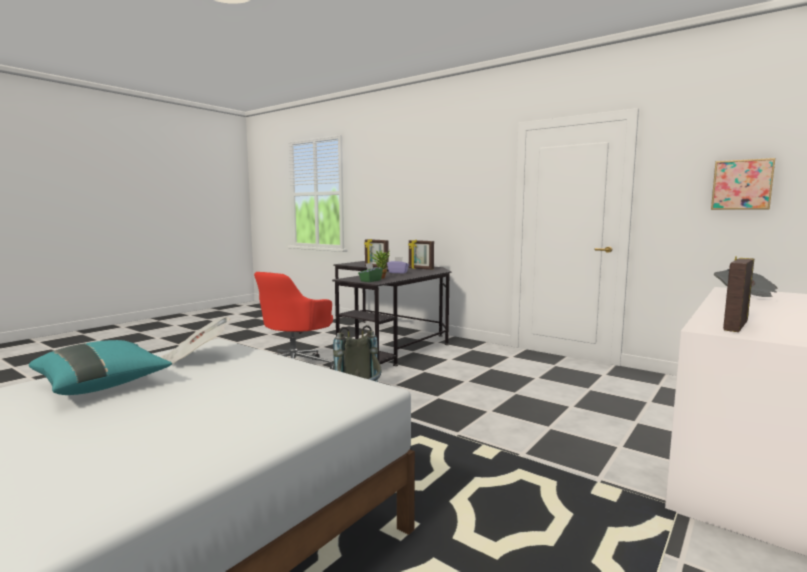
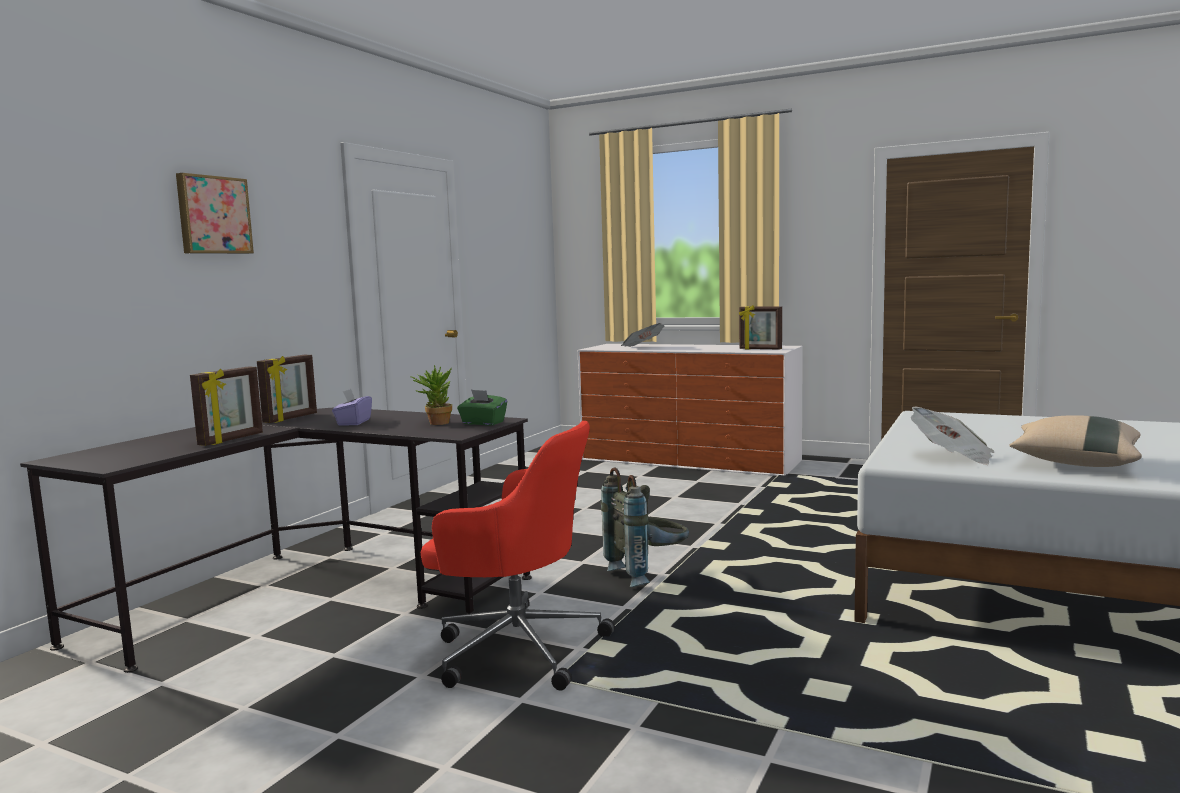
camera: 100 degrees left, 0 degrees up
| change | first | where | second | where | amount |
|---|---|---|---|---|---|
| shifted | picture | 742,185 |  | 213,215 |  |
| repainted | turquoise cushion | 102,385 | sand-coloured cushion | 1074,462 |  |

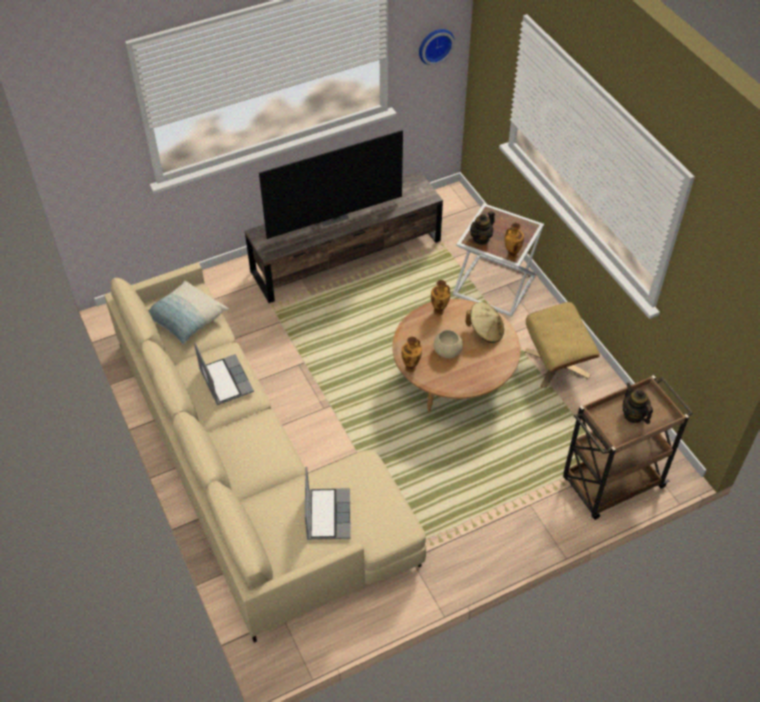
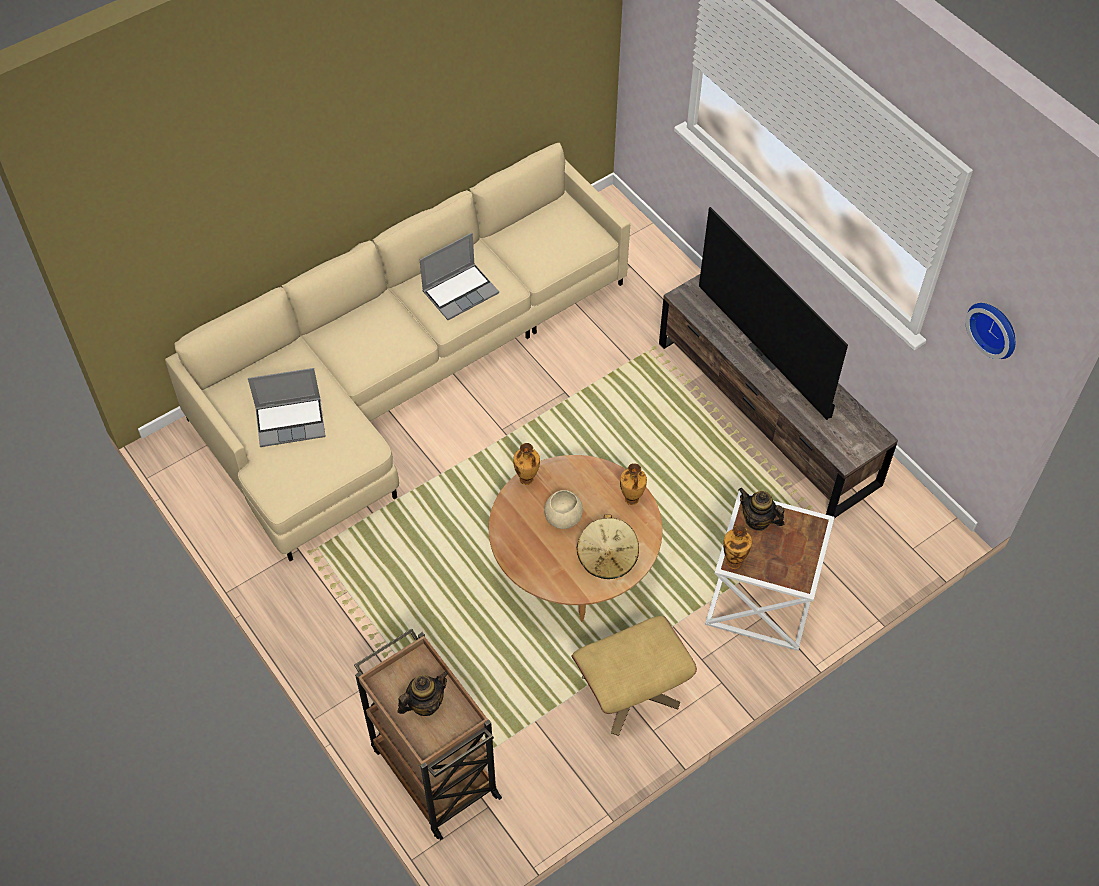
camera: 80 degrees right, 5 degrees up
| change | first | where | second | where | amount |
|---|---|---|---|---|---|
| gone | cushion | 186,319 |  |  |  |

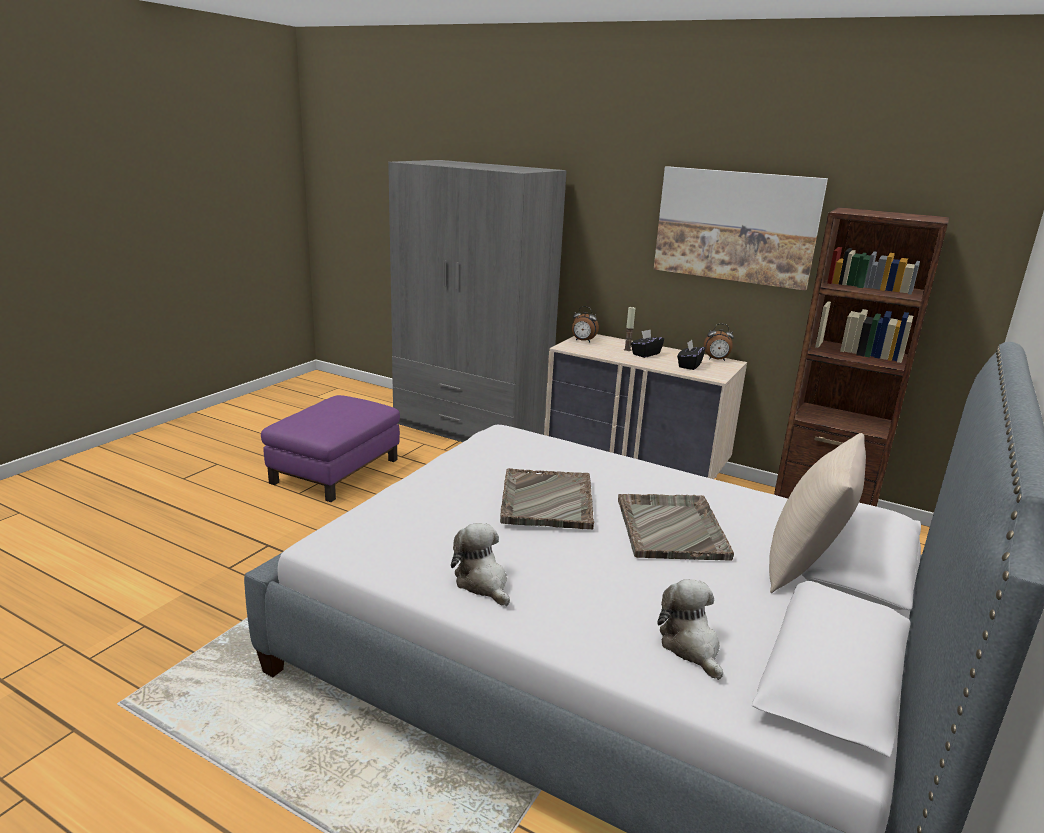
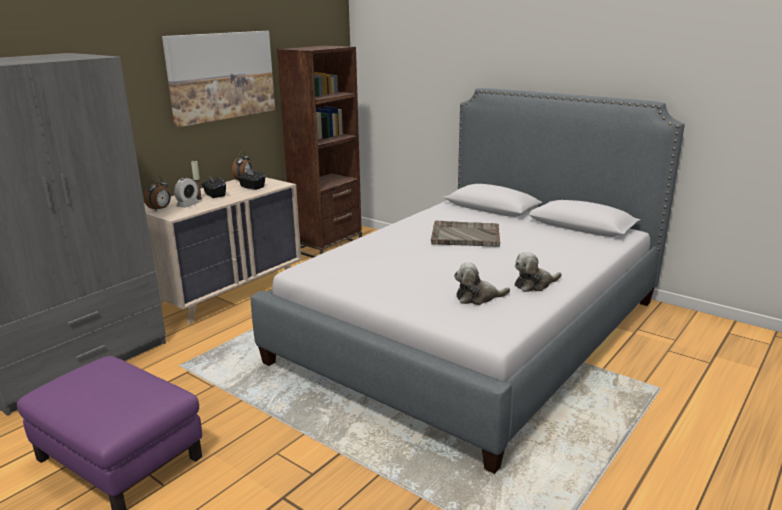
camera: 80 degrees left, 0 degrees up
| change | first | where | second | where | amount |
|---|---|---|---|---|---|
| gone | sand-coloured cushion | 805,565 |  |  |  |
| gone | greyish serving tray | 546,501 |  |  |  |
| shifted | soft toy | 691,646 |  | 477,297 |  |
| new |  |  | bedside clock | 188,205 |  |

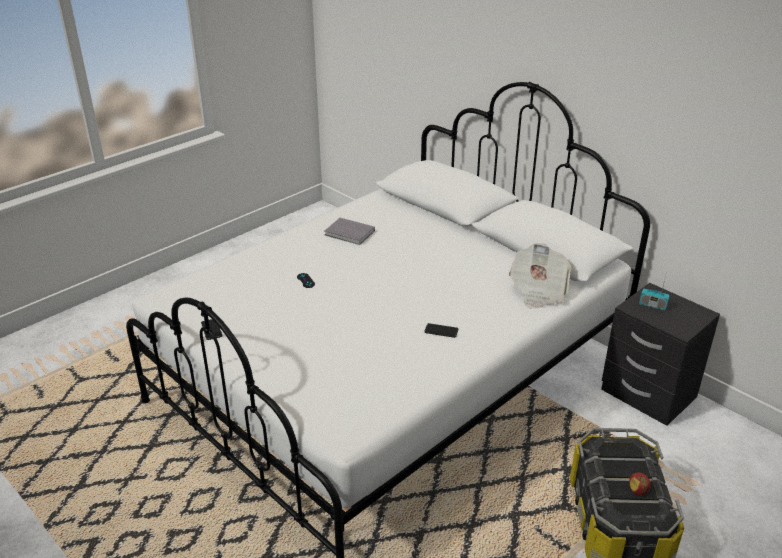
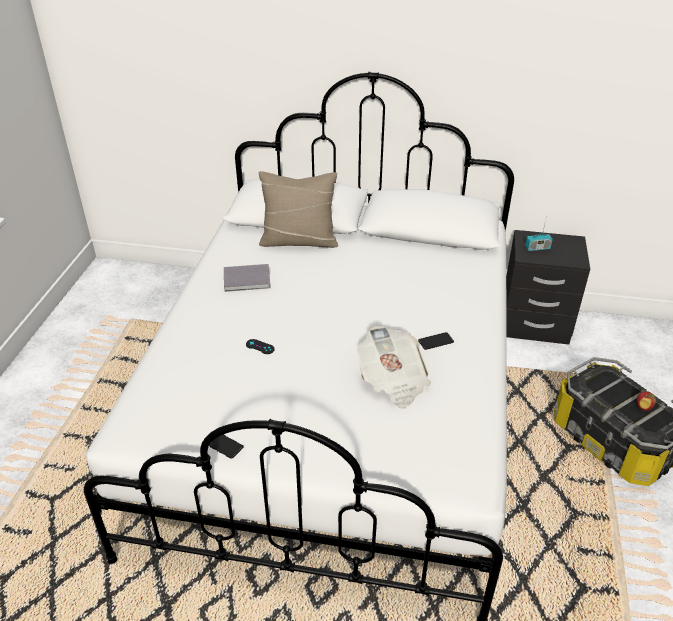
camera: 35 degrees left, 5 degrees up
| change | first | where | second | where | amount |
|---|---|---|---|---|---|
| shifted | daily paper | 538,291 |  | 393,381 |  |
| new |  |  | sand-coloured cushion | 299,241 |  |

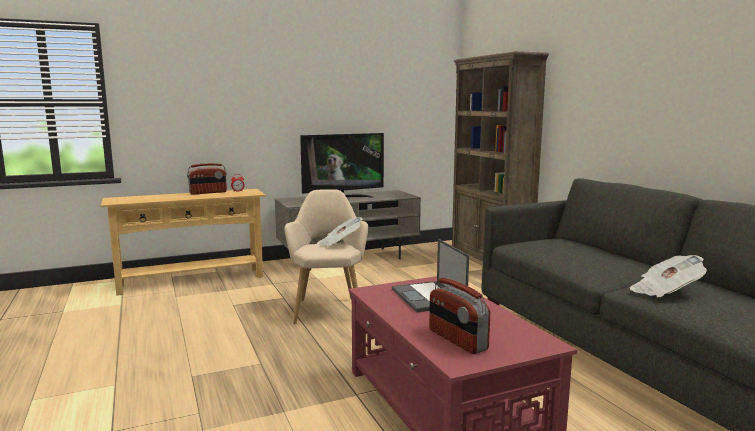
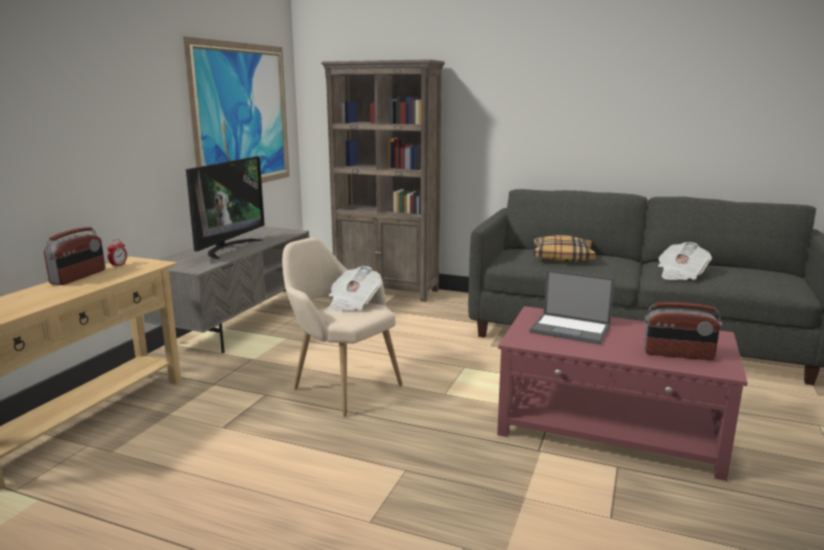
camera: 45 degrees left, 5 degrees up
| change | first | where | second | where | amount |
|---|---|---|---|---|---|
| new |  |  | picture | 243,116 |  |
| new |  |  | cushion | 562,257 |  |

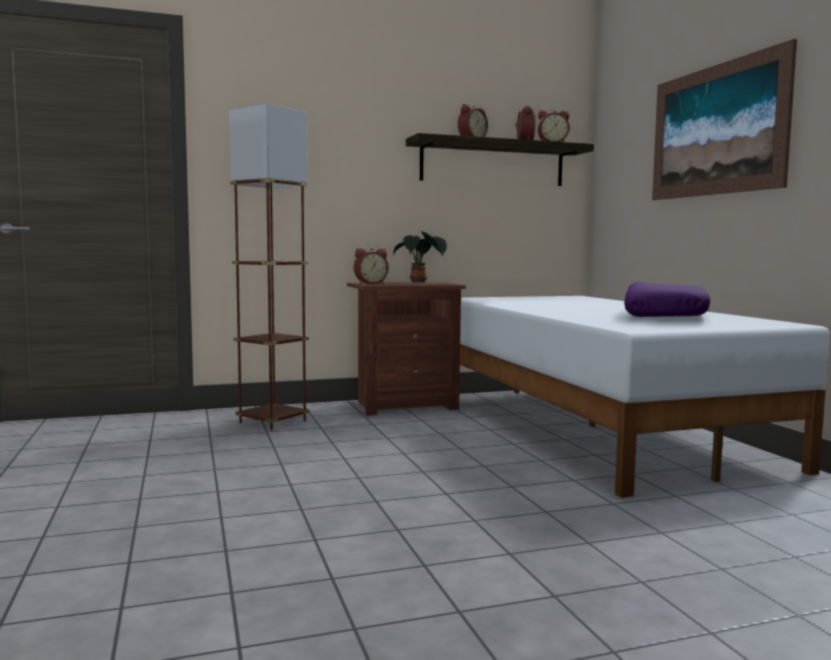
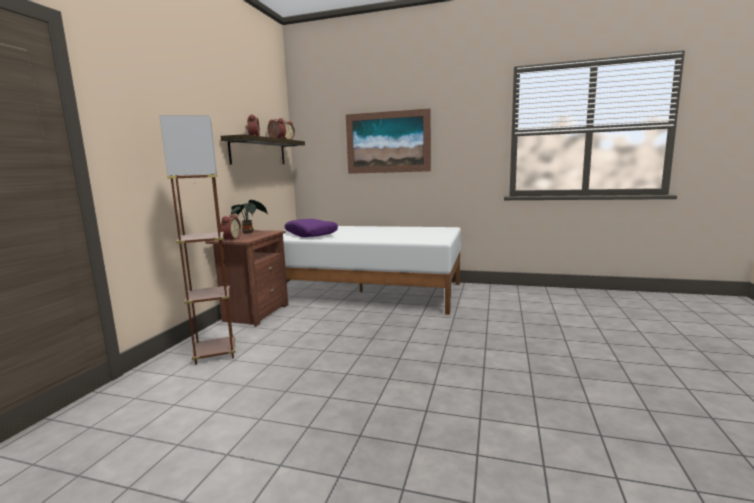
camera: 55 degrees left, 5 degrees up
| change | first | where | second | where | amount |
|---|---|---|---|---|---|
| shifted | purplish cushion | 667,316 |  | 311,234 |  |

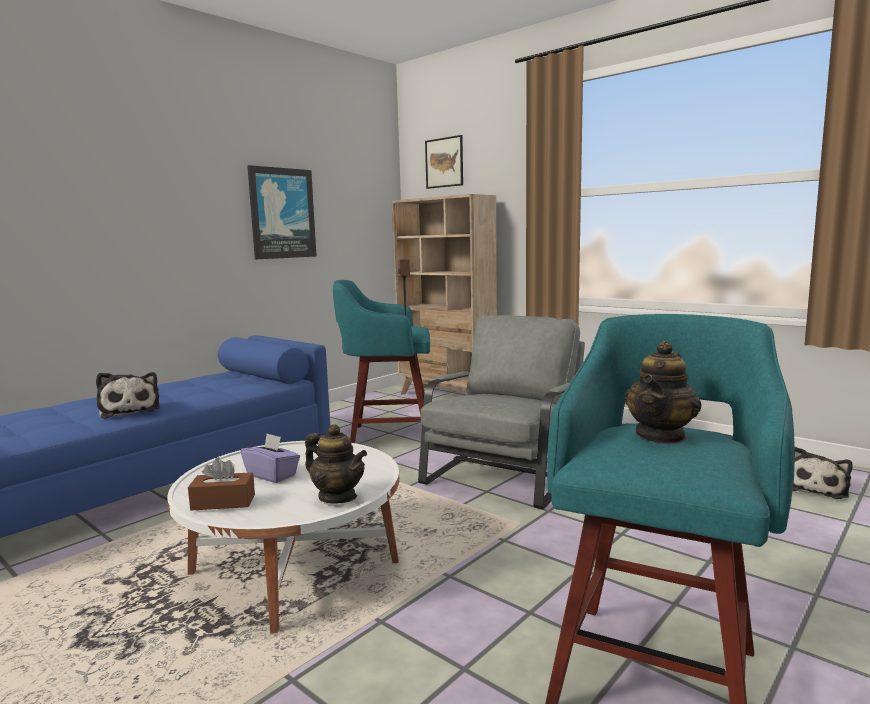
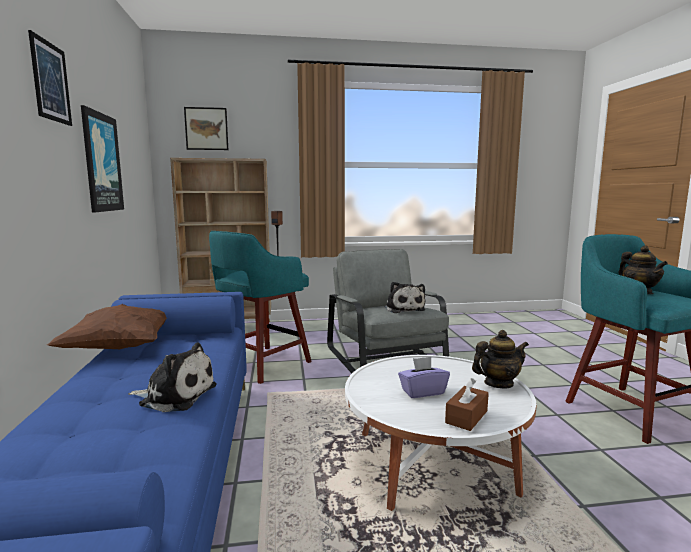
camera: 50 degrees left, 0 degrees up
| change | first | where | second | where | amount |
|---|---|---|---|---|---|
| shifted | soft toy | 817,488 |  | 404,309 |  |
| new |  |  | picture | 51,82 |  |
| new |  |  | brownish cushion | 120,348 |  |

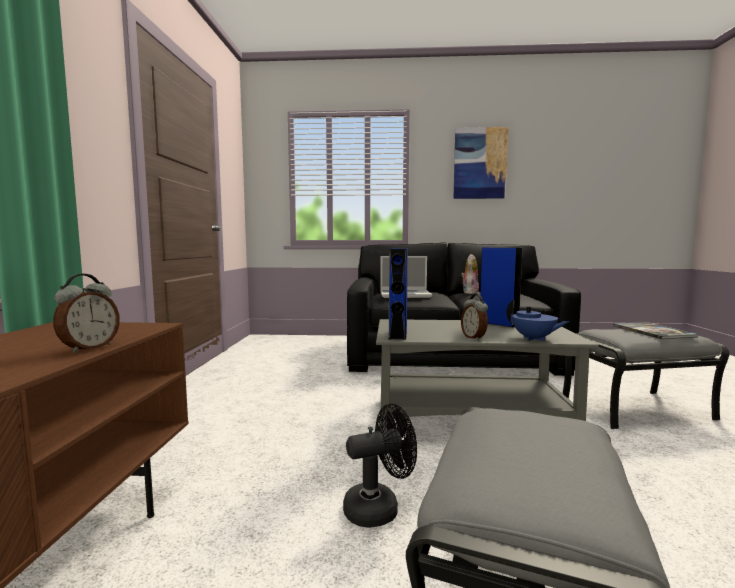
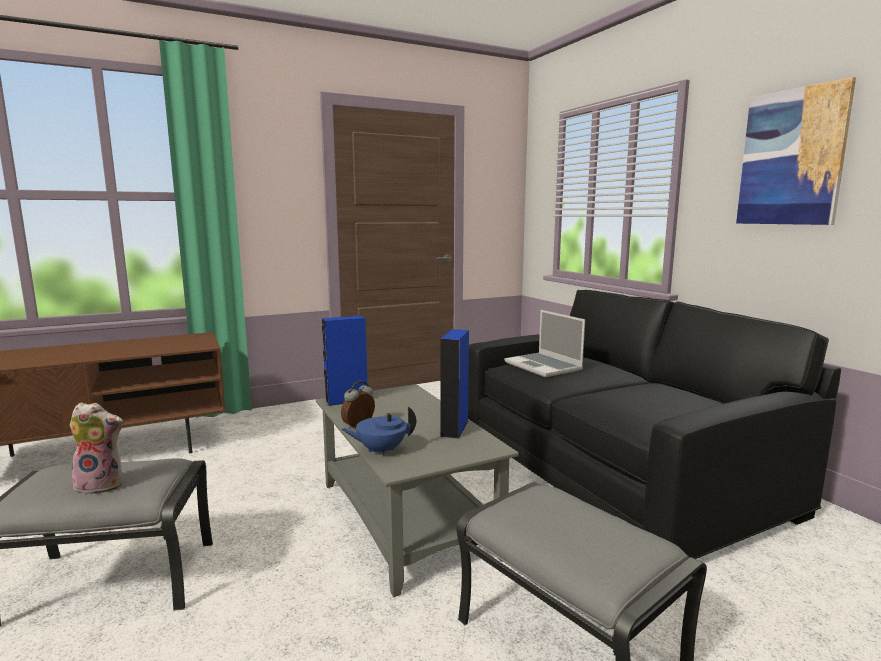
camera: 60 degrees right, 5 degrees up
| change | first | where | second | where | amount |
|---|---|---|---|---|---|
| shifted | soft toy | 469,292 |  | 102,485 |  |
| gone | bedside clock | 89,348 |  |  |  |
| rotated | blue tea pot | 534,339 |  | 381,450 | 60 degrees clockwise |
| gone | volume | 653,331 |  |  |  |
| gone | black-coloured fan | 379,508 |  |  |  |

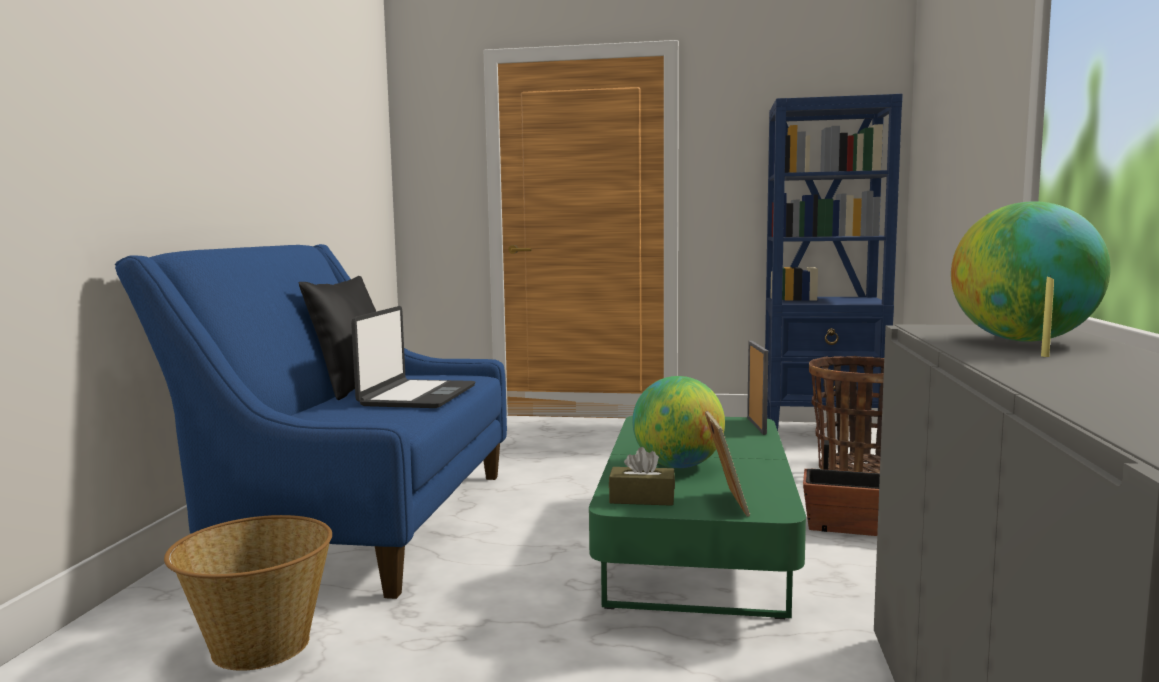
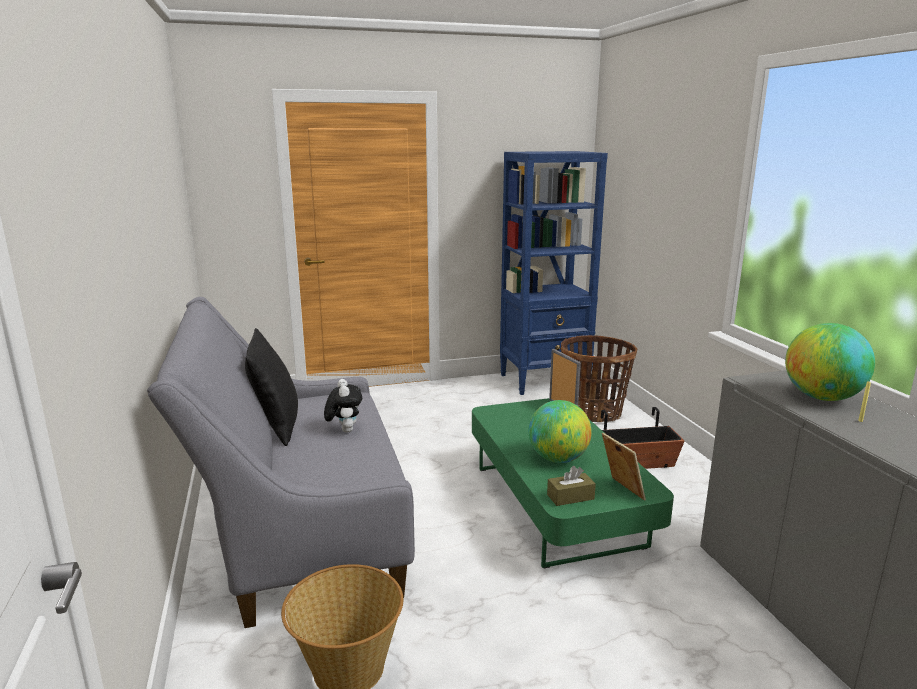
camera: 25 degrees left, 10 degrees up
| change | first | where | second | where | amount |
|---|---|---|---|---|---|
| repainted | blue couch | 358,522 | greyish couch | 299,531 |  |
| swapped | laptop | 417,396 | soft toy | 344,430 |  |

